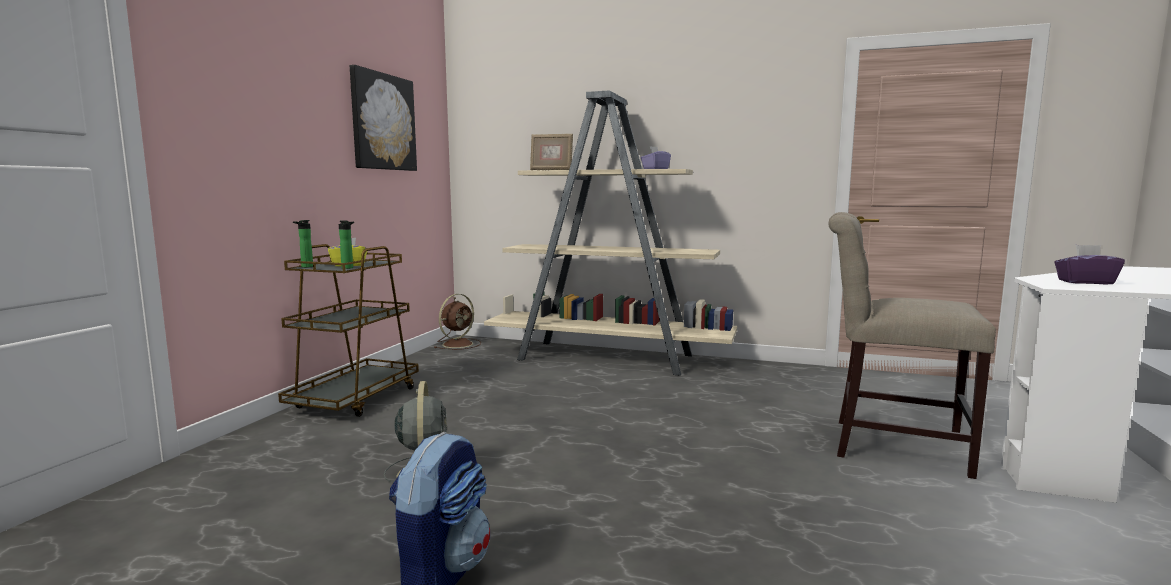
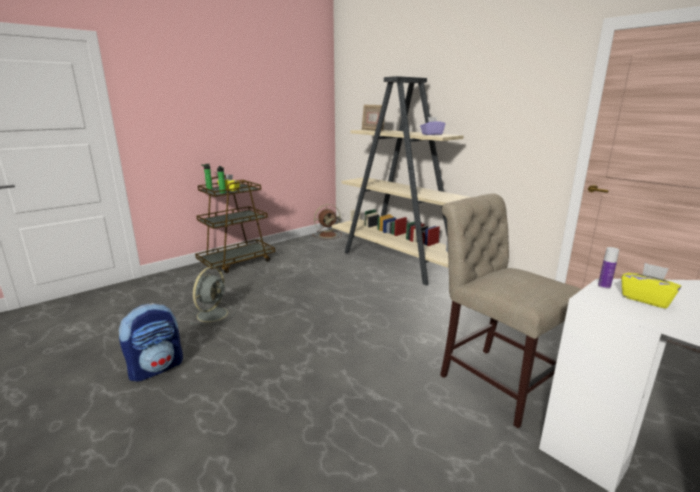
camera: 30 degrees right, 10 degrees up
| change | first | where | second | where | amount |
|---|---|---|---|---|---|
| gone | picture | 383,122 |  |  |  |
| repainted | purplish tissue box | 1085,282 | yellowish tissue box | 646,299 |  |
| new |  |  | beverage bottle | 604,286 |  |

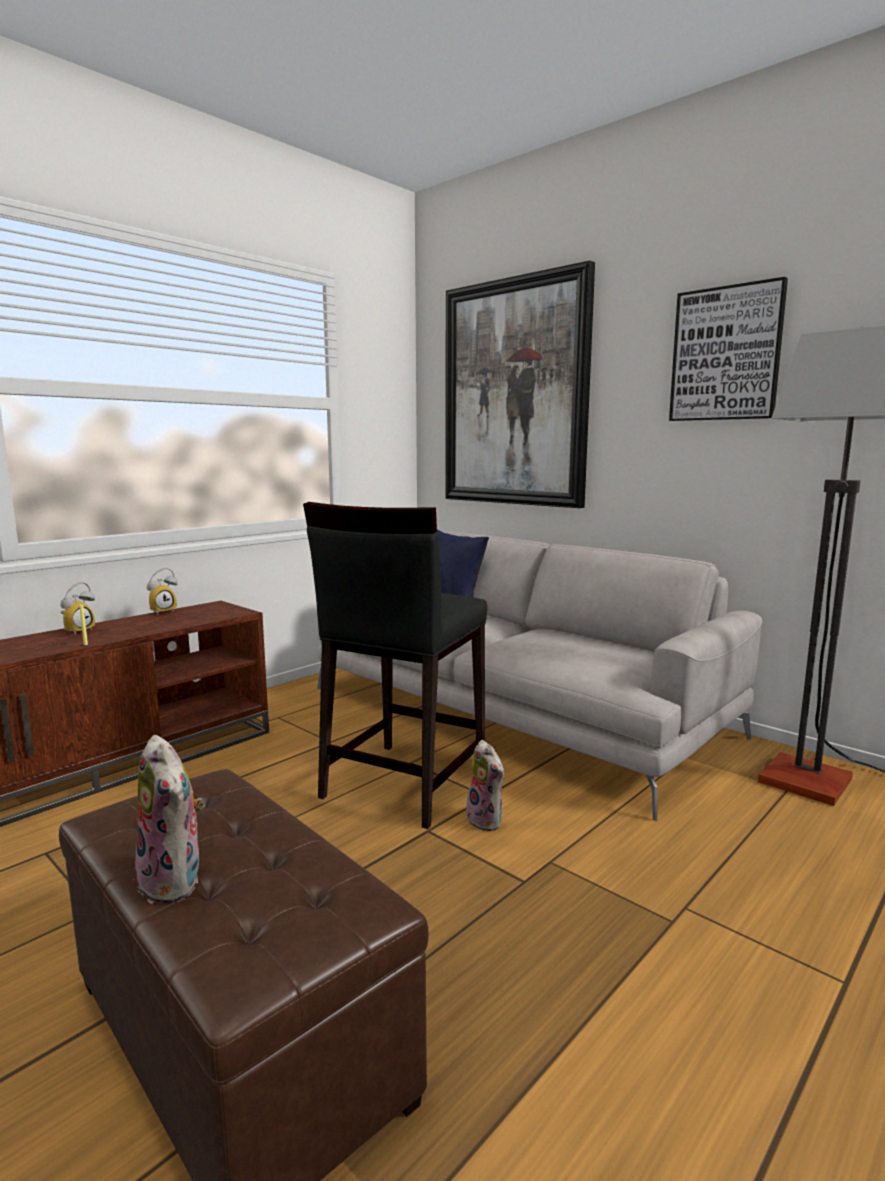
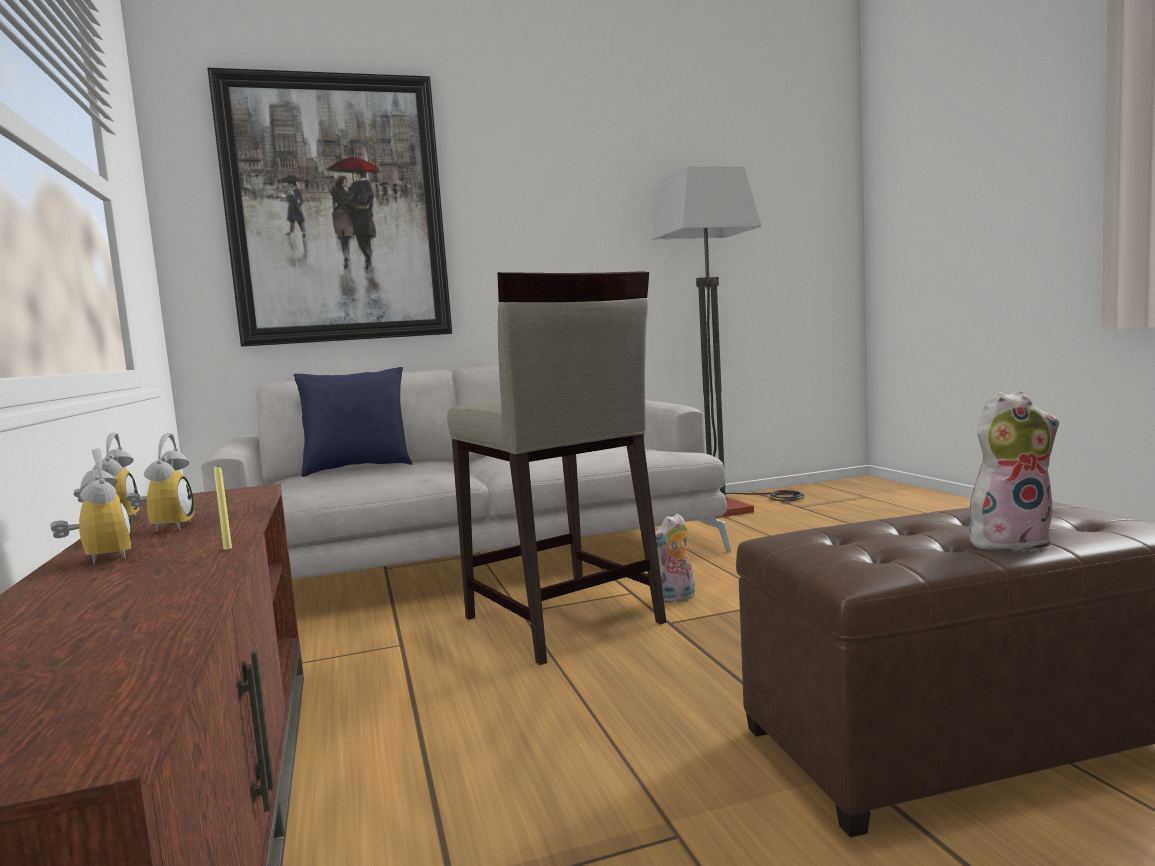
camera: 60 degrees left, 5 degrees down
| change | first | where | second | where | amount |
|---|---|---|---|---|---|
| gone | picture | 726,354 |  |  |  |
| repainted | black-coloured stool seat | 402,783 | sand-coloured stool seat | 562,621 |  |
| rotated | soft toy | 487,820 |  | 675,598 | 150 degrees clockwise |
| new |  |  | bedside clock | 165,527 |  |

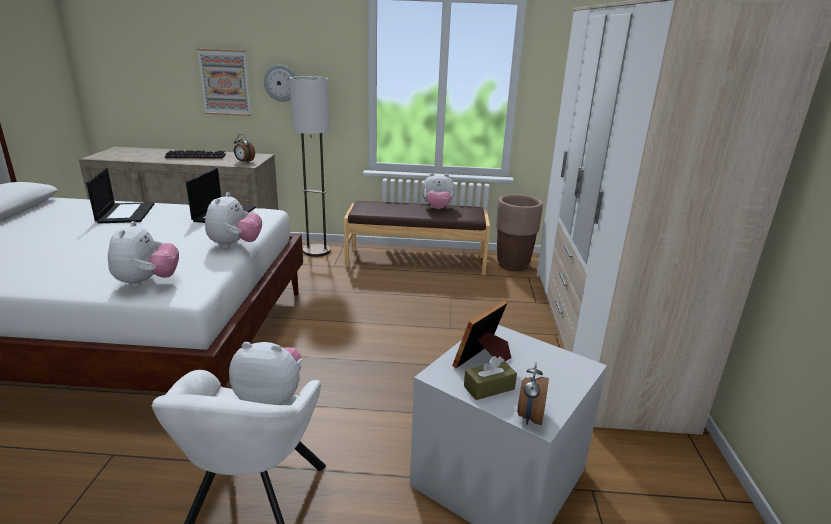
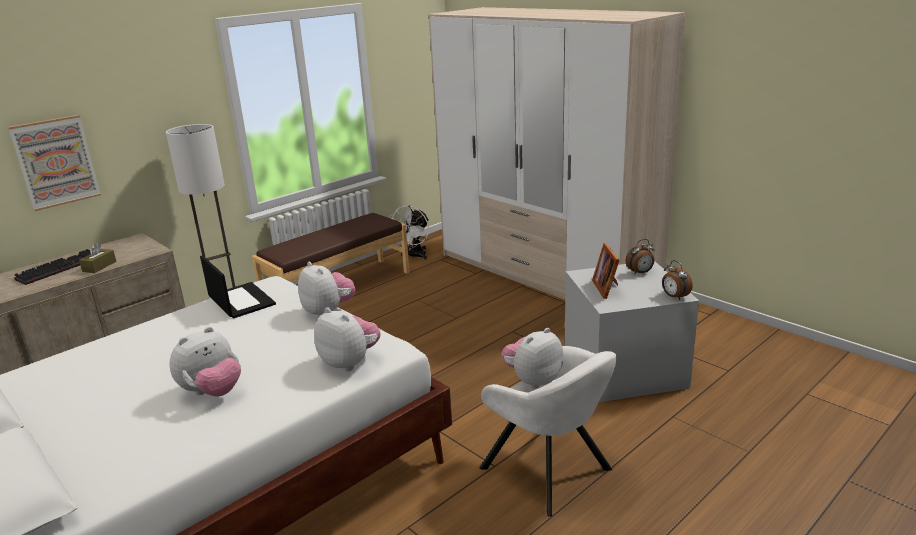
camera: 45 degrees left, 0 degrees up
| change | first | where | second | where | amount |
|---|---|---|---|---|---|
| gone | hanging clock | 281,83 |  |  |  |
| shifted | bedside clock | 244,162 |  | 640,273 |  |
| gone | laptop | 125,213 |  |  |  |
| shifted | soft toy | 437,208 |  | 212,392 |  |
| swapped | brownish plant pot | 513,265 | white-coloured fan | 414,256 |  |
| shifted | brownish tissue box | 489,388 |  | 99,266 |  |

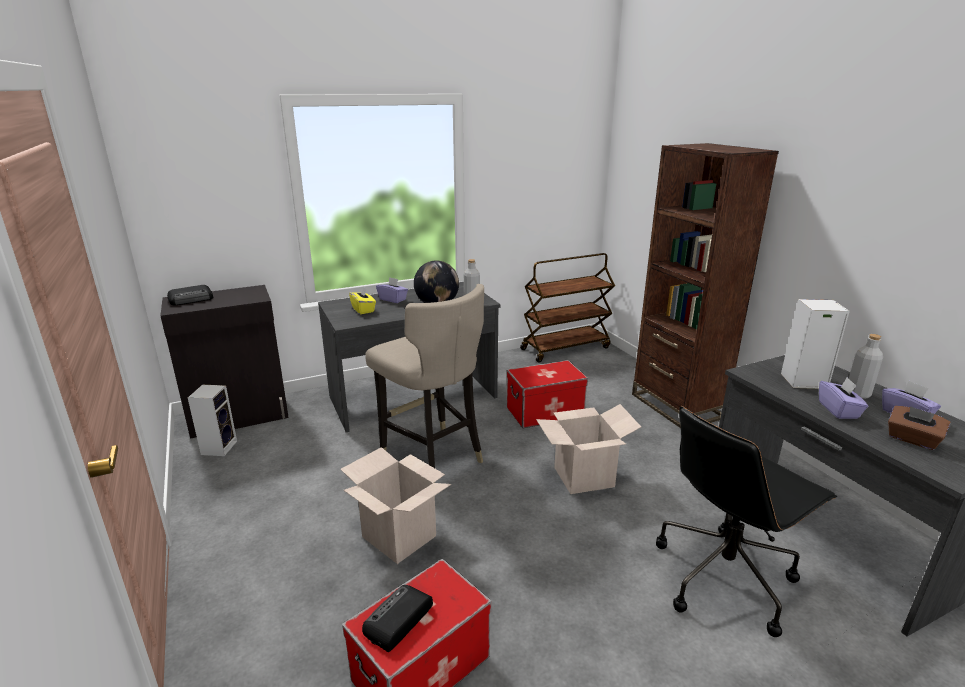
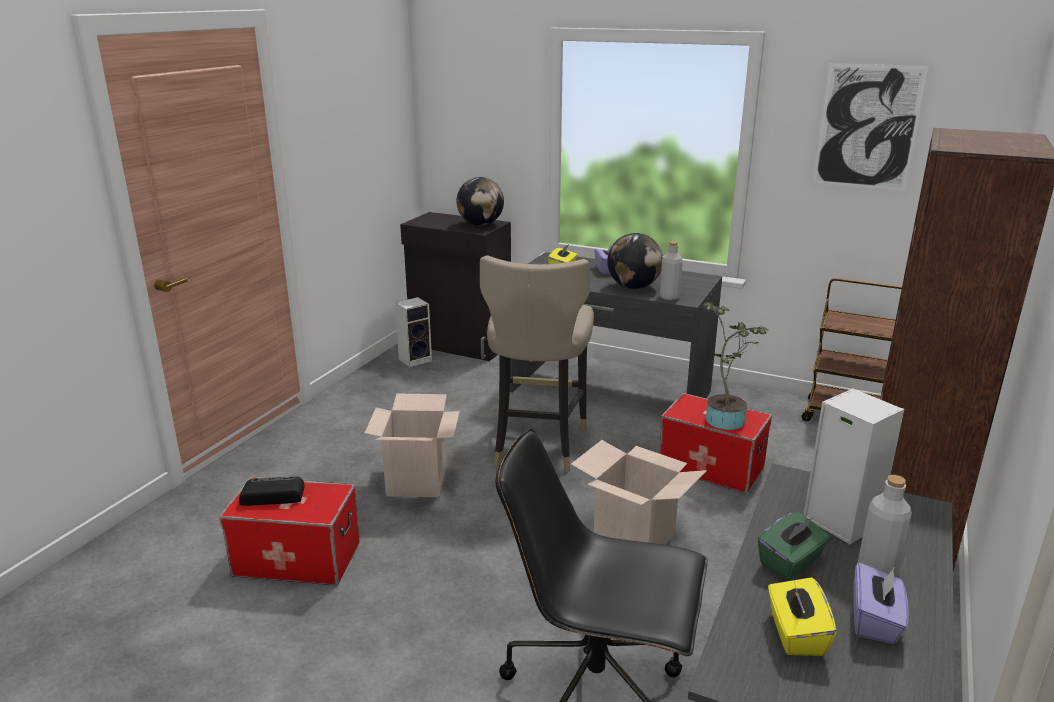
camera: 50 degrees right, 0 degrees up
| change | first | where | second | where | amount |
|---|---|---|---|---|---|
| gone | radio set | 192,299 |  |  |  |
| repainted | purplish tissue box | 838,410 | greenish tissue box | 791,562 |  |
| repainted | brownish tissue box | 912,439 | yellowish tissue box | 795,634 |  |
| new |  |  | picture | 867,127 |  |
| new |  |  | world globe | 480,224 |  |
| new |  |  | houseplant | 726,418 |  |

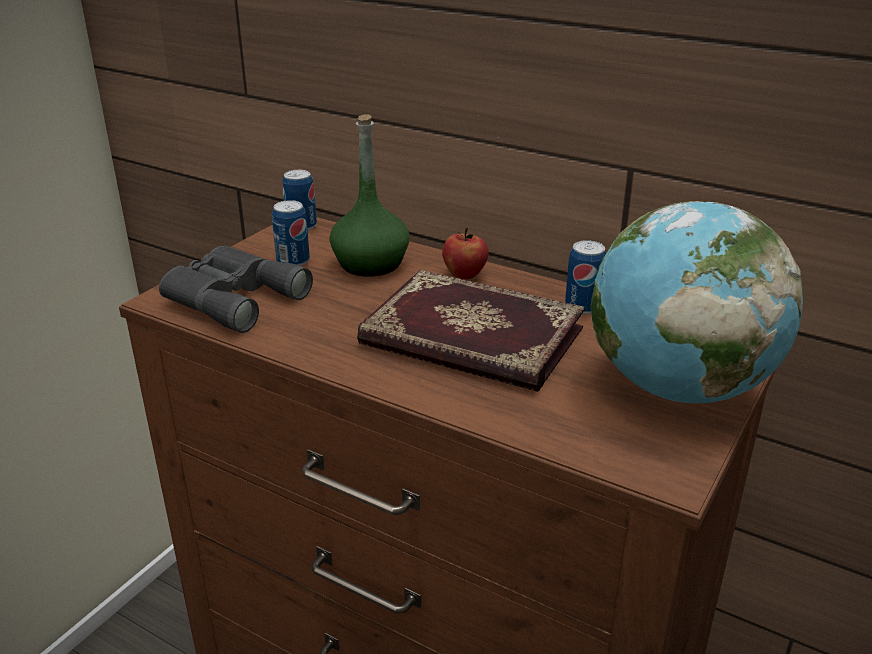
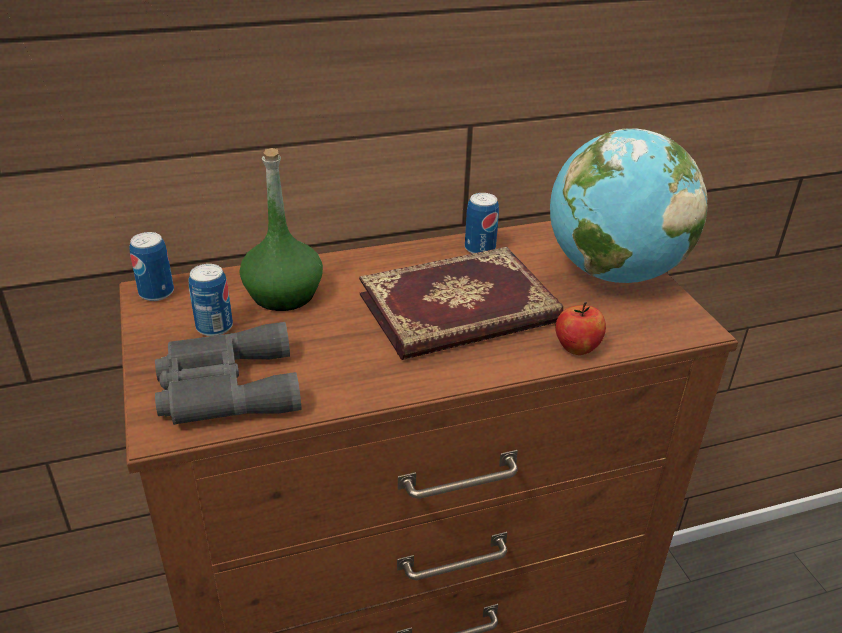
camera: 50 degrees left, 5 degrees up
| change | first | where | second | where | amount |
|---|---|---|---|---|---|
| shifted | apple | 464,275 |  | 576,348 |  |

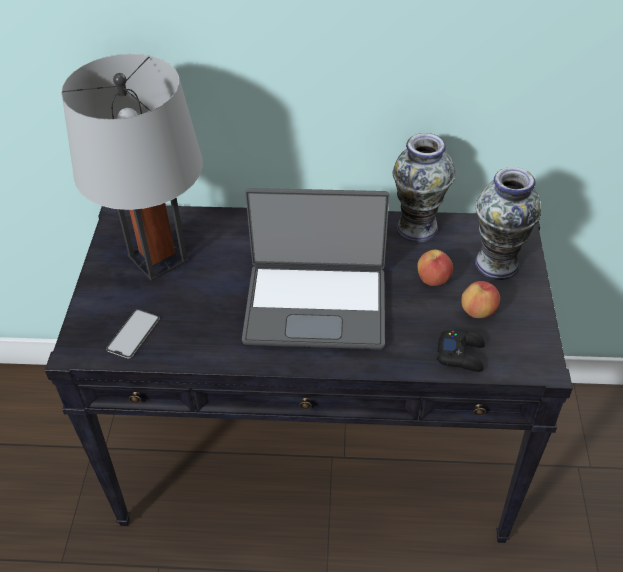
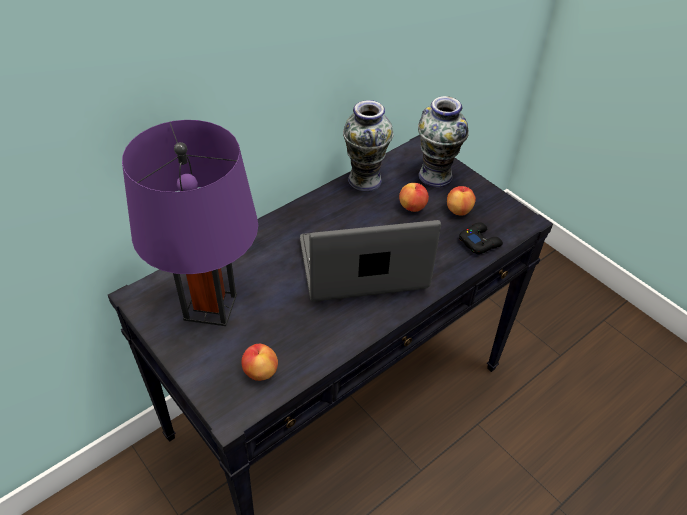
camera: 45 degrees left, 0 degrees up
| change | first | where | second | where | amount |
|---|---|---|---|---|---|
| repainted | greyish table lamp | 158,258 | purplish table lamp | 210,307 |  |
| rotated | laptop | 316,305 |  | 362,267 | 150 degrees counterclockwise |
| swapped | telephone | 133,334 | apple | 260,371 |  |

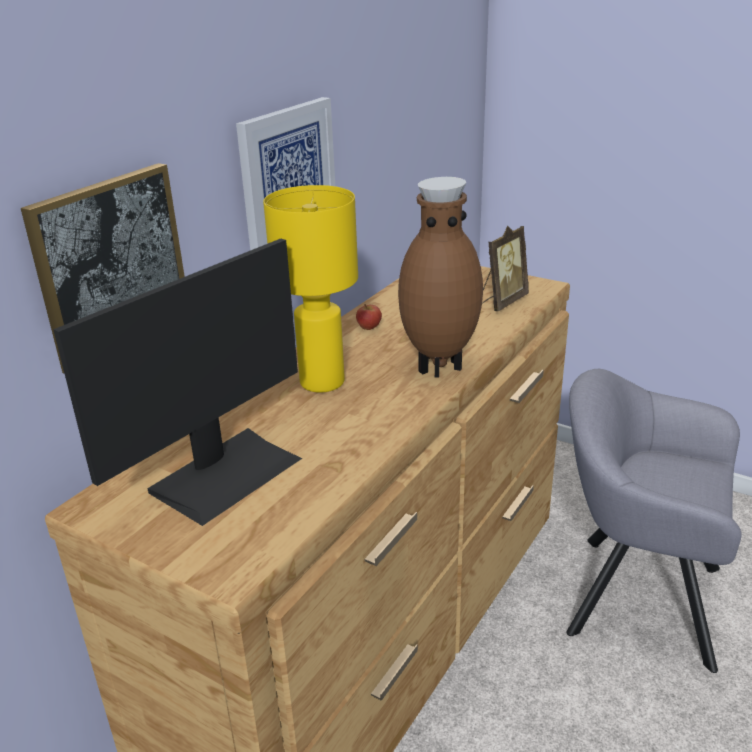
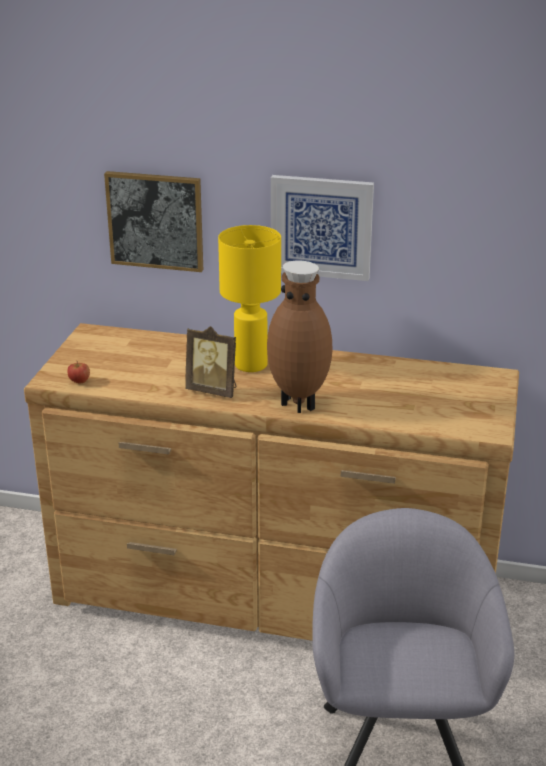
camera: 70 degrees right, 0 degrees up
| change | first | where | second | where | amount |
|---|---|---|---|---|---|
| shifted | standing frame | 501,302 |  | 213,390 |  |
| gone | computer display | 225,473 |  |  |  |
| shifted | apple | 369,328 |  | 79,381 |  |

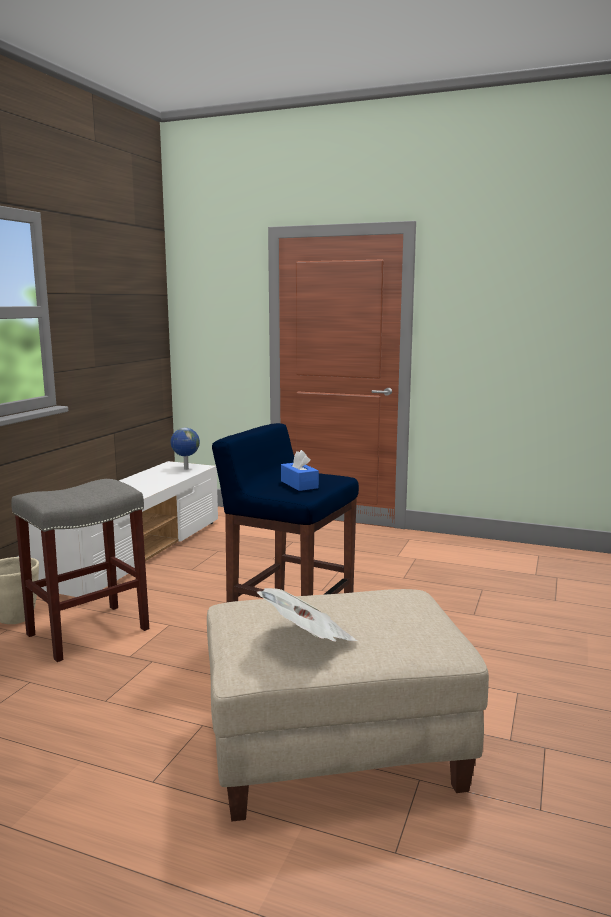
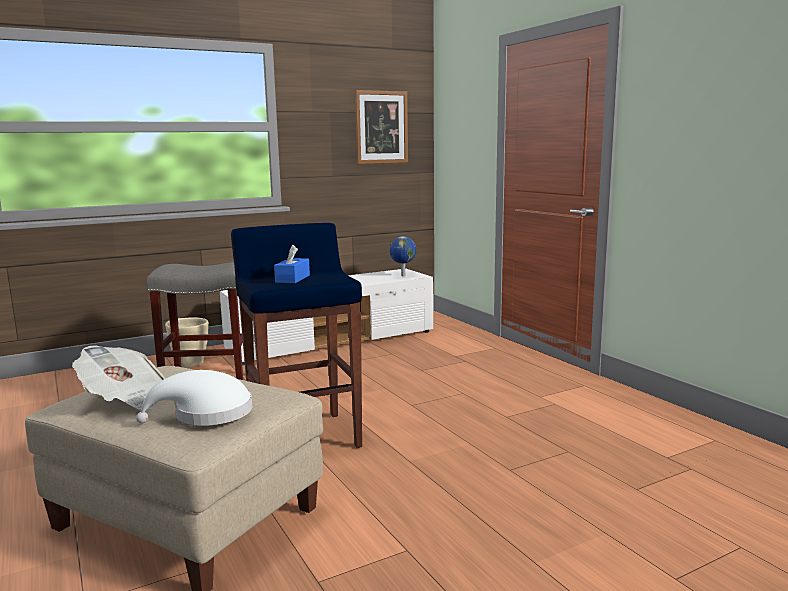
camera: 40 degrees right, 0 degrees up
| change | first | where | second | where | amount |
|---|---|---|---|---|---|
| new |  |  | picture | 381,127 |  |
| new |  |  | white-coloured clothing hat | 207,414 |  |

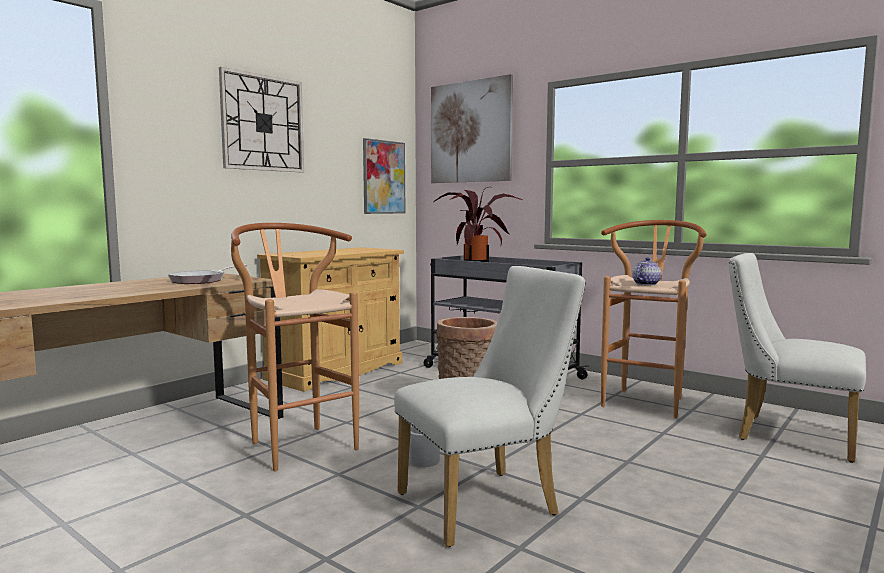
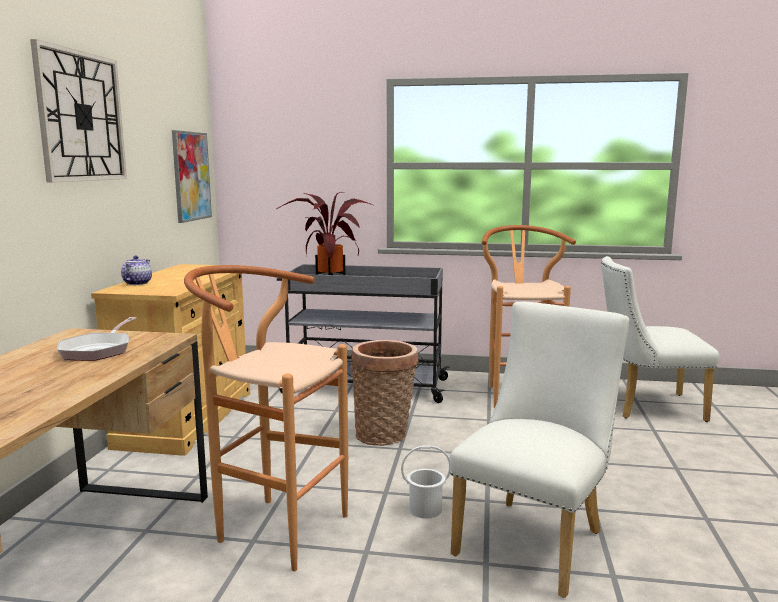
camera: 30 degrees left, 5 degrees up
| change | first | where | second | where | amount |
|---|---|---|---|---|---|
| gone | picture | 470,132 |  |  |  |
| shifted | tea pot | 646,284 |  | 137,283 |  |

